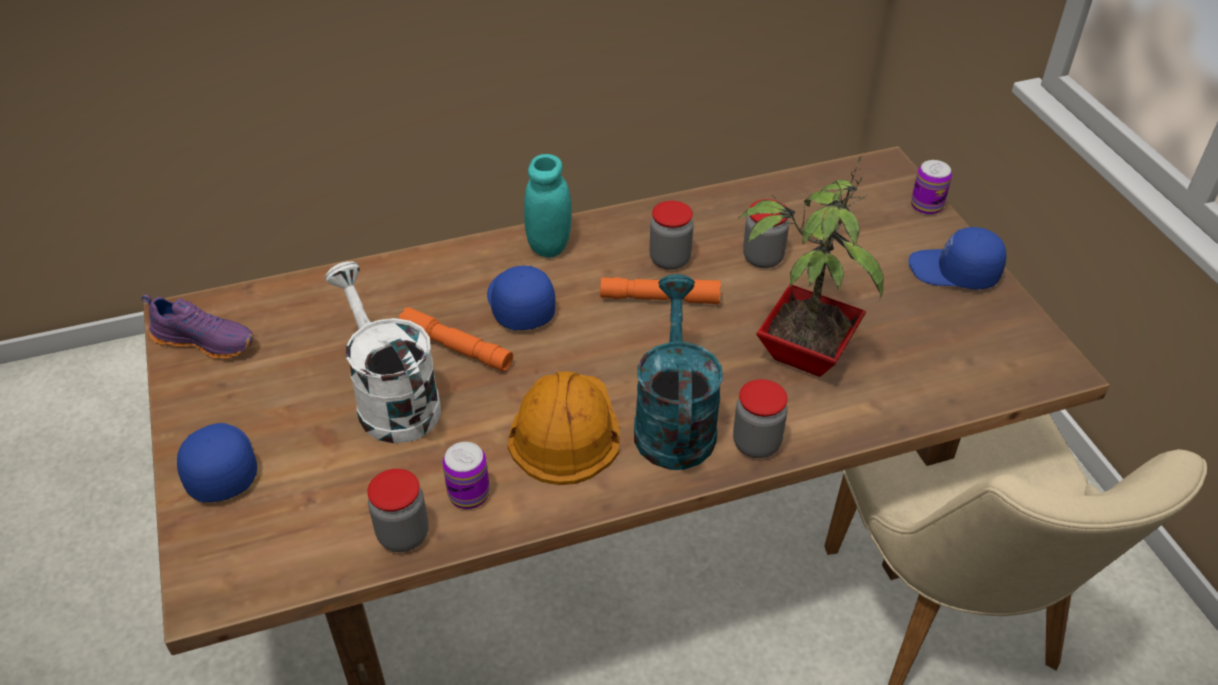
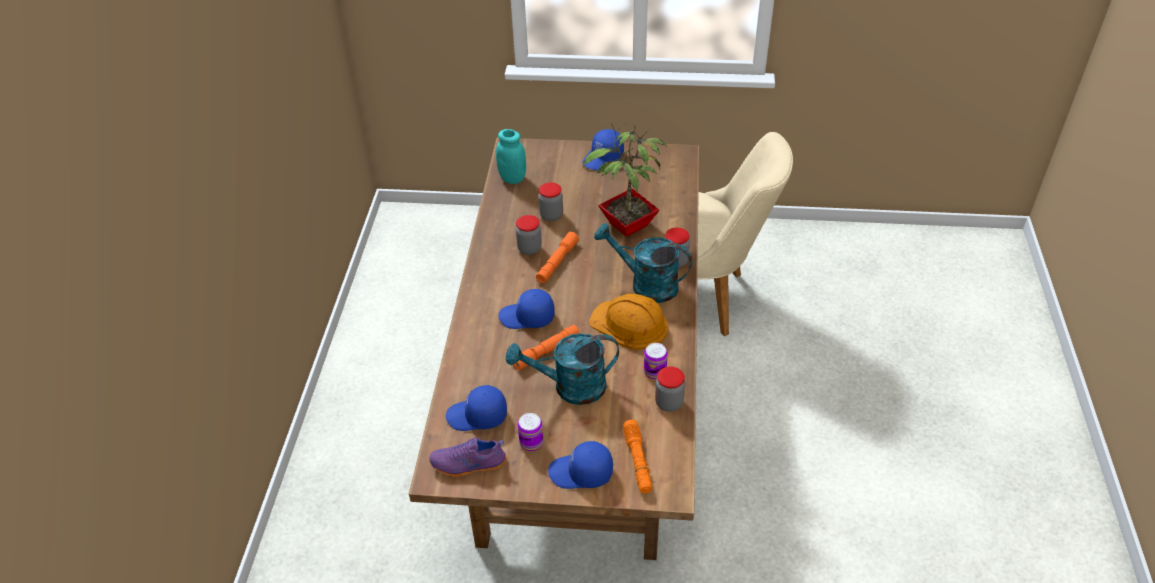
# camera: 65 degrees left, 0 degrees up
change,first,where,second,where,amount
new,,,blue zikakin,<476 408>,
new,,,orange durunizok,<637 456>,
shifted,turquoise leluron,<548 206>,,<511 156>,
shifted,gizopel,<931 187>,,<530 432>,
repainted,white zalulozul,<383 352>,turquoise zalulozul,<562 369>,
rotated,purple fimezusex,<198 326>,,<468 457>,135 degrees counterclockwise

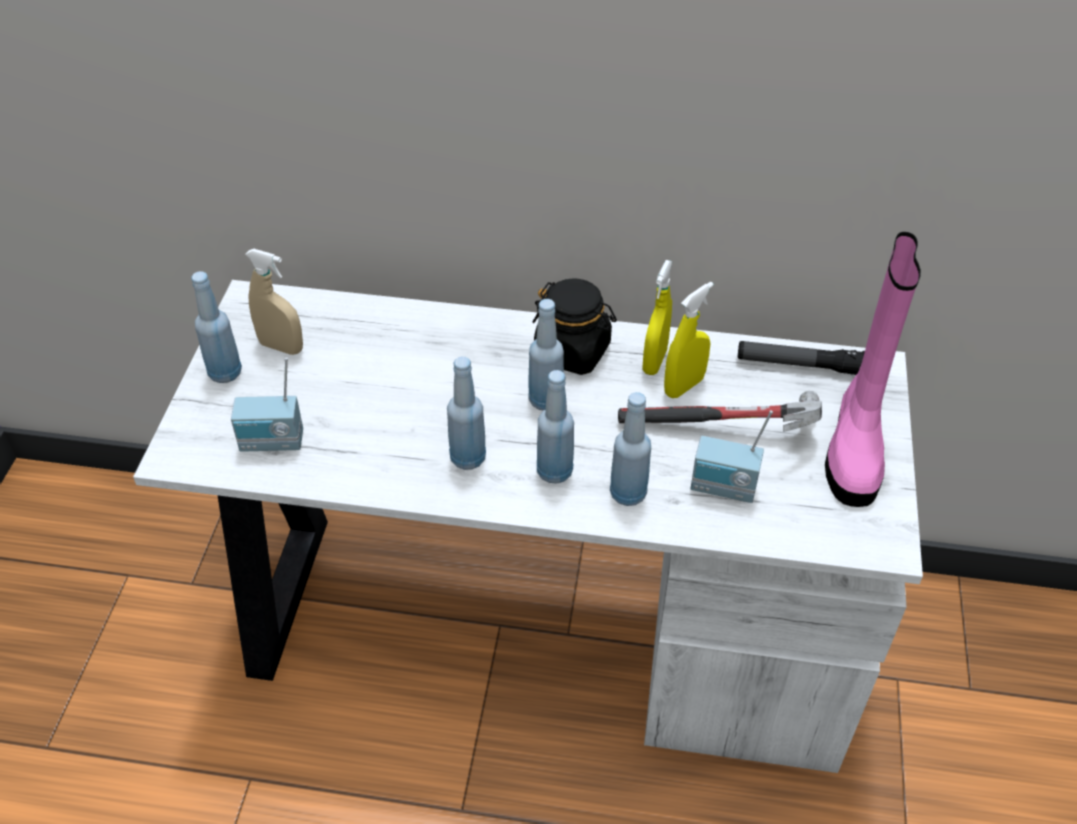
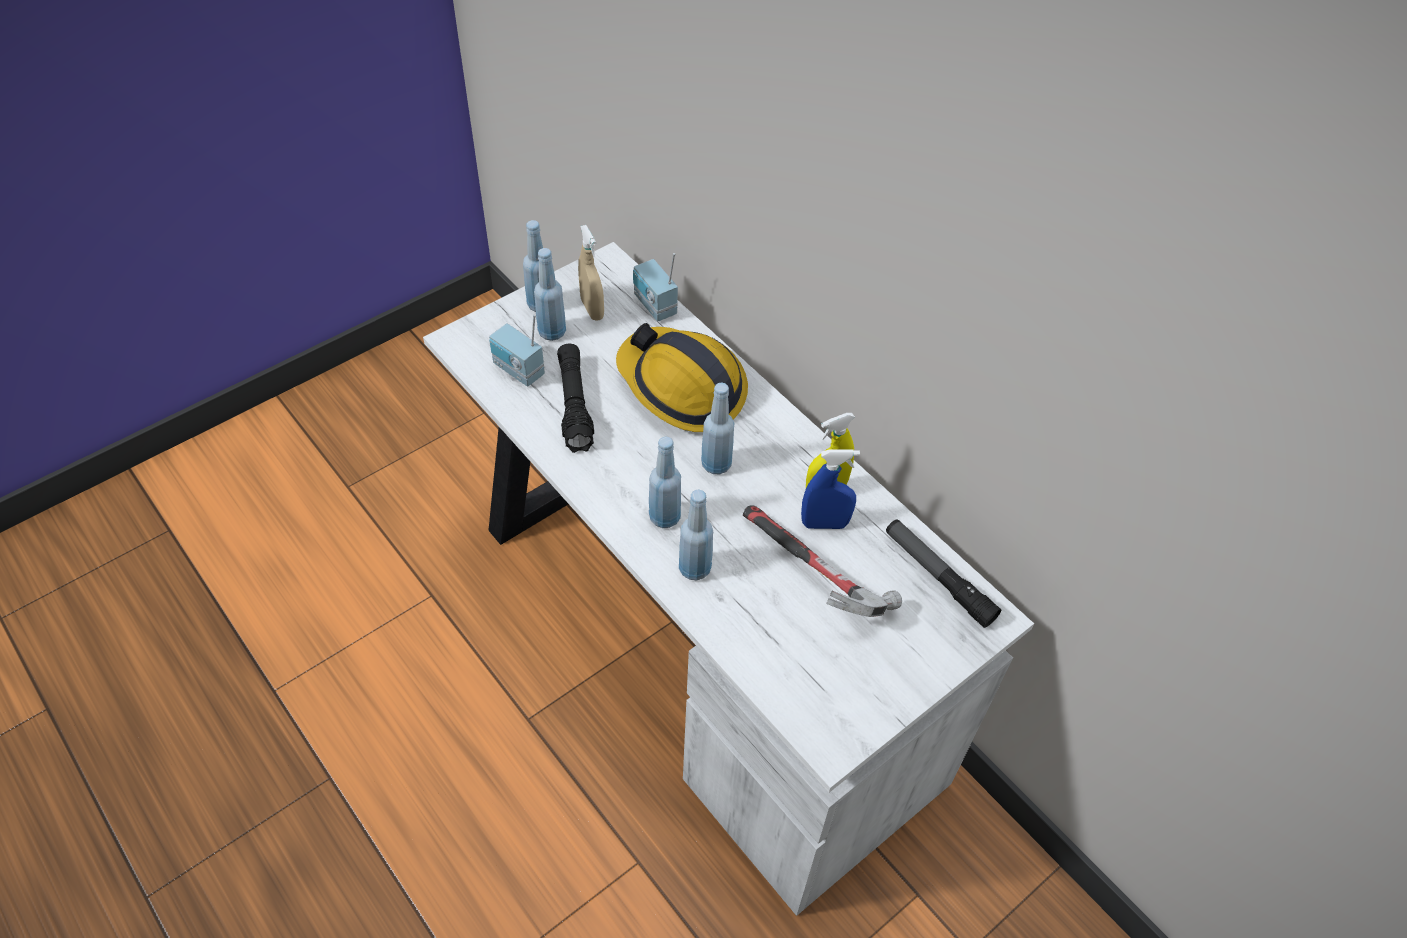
# camera: 40 degrees right, 5 degrees up
change,first,where,second,where,amount
gone,black leluron,<575 326>,,,
gone,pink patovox,<873 369>,,,
new,,,black durunizok,<575 398>,
new,,,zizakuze,<682 377>,
shifted,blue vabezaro,<466 413>,,<550 294>,
shifted,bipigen,<732 456>,,<655 287>,
repainted,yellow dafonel,<689 340>,blue dafonel,<830 489>,

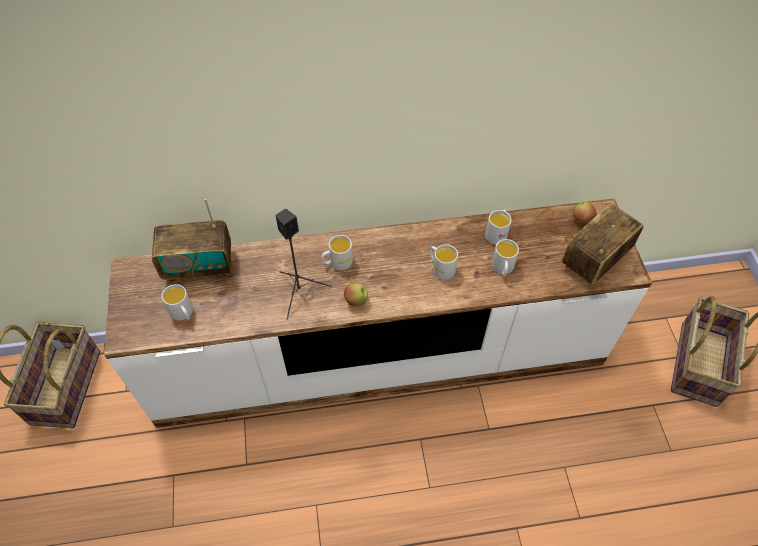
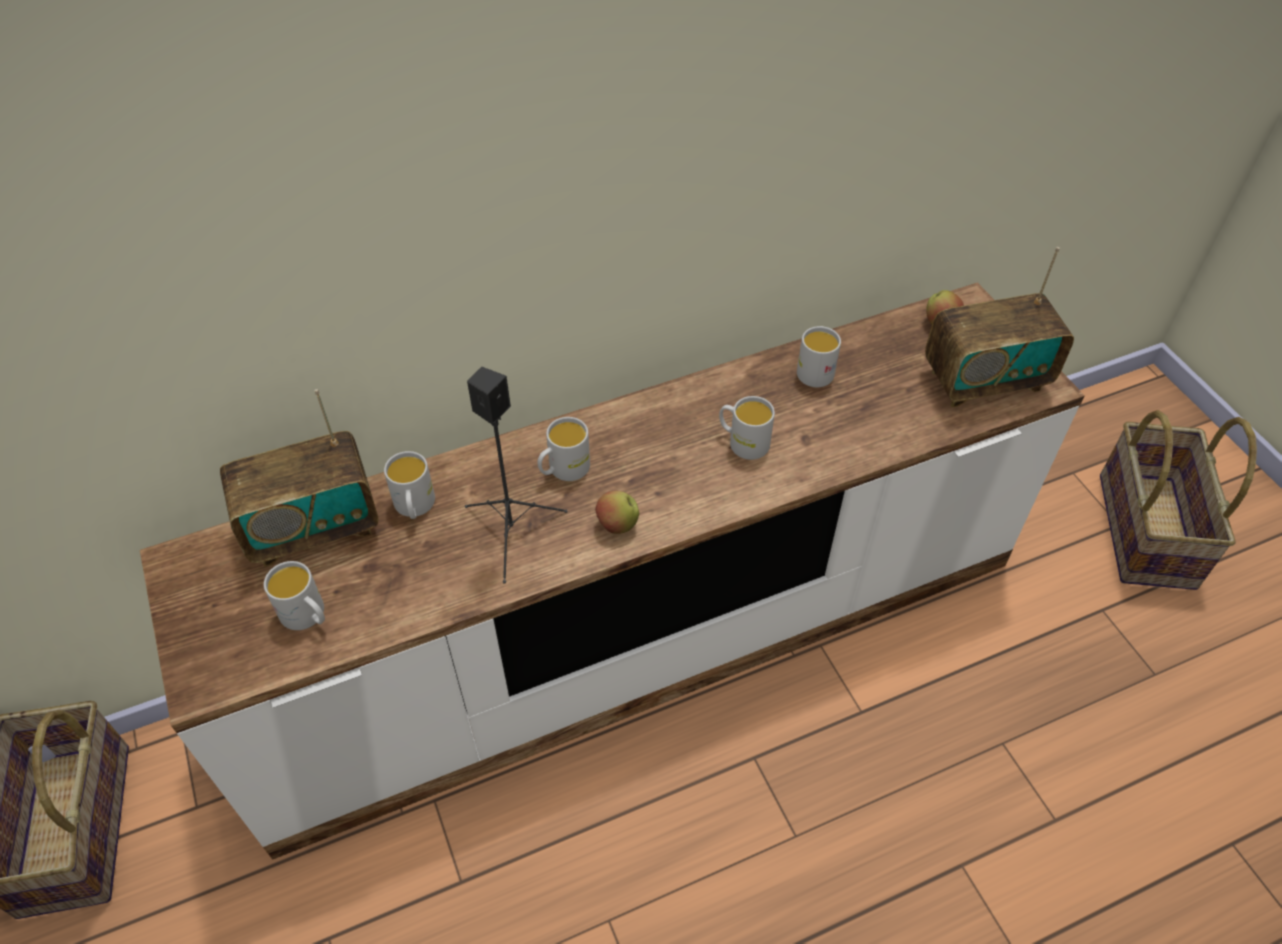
# camera: 15 degrees left, 5 degrees down
change,first,where,second,where,amount
shifted,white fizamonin,<505 257>,,<409 485>,
rotated,bipigen,<602 244>,,<999 327>,135 degrees counterclockwise

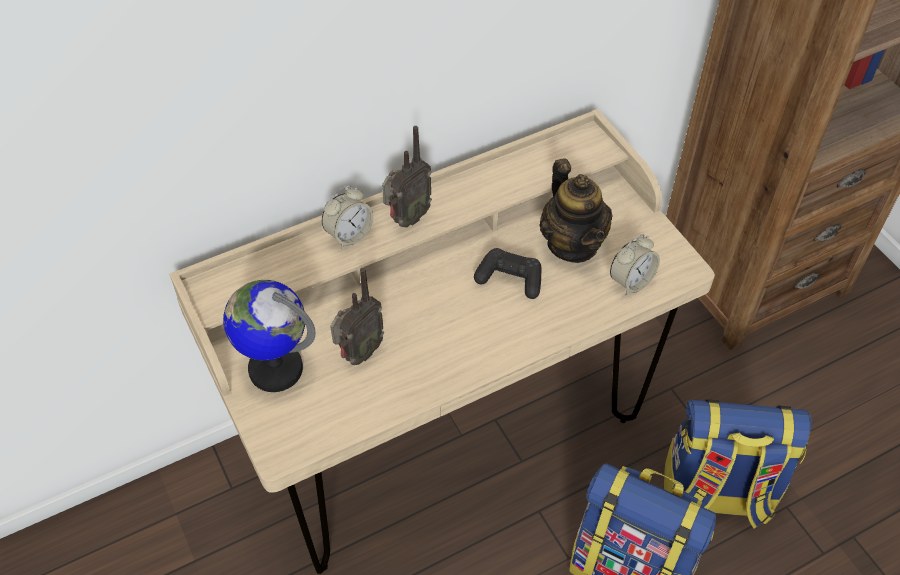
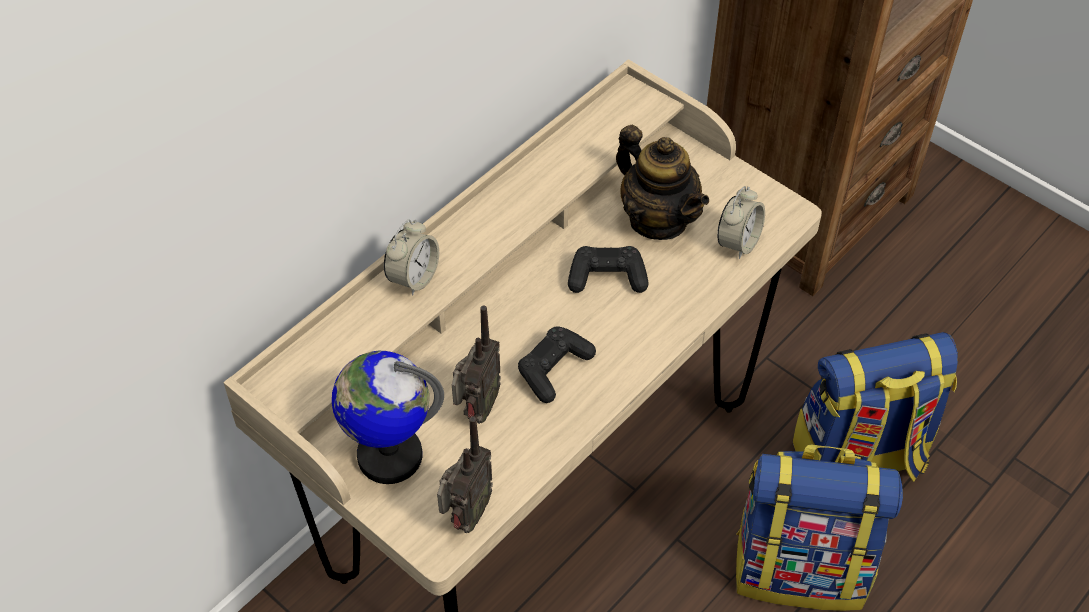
# camera: 20 degrees left, 0 degrees up
change,first,where,second,where,amount
new,,,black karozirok,<557 364>,
shifted,bipigen,<407 176>,,<465 474>,

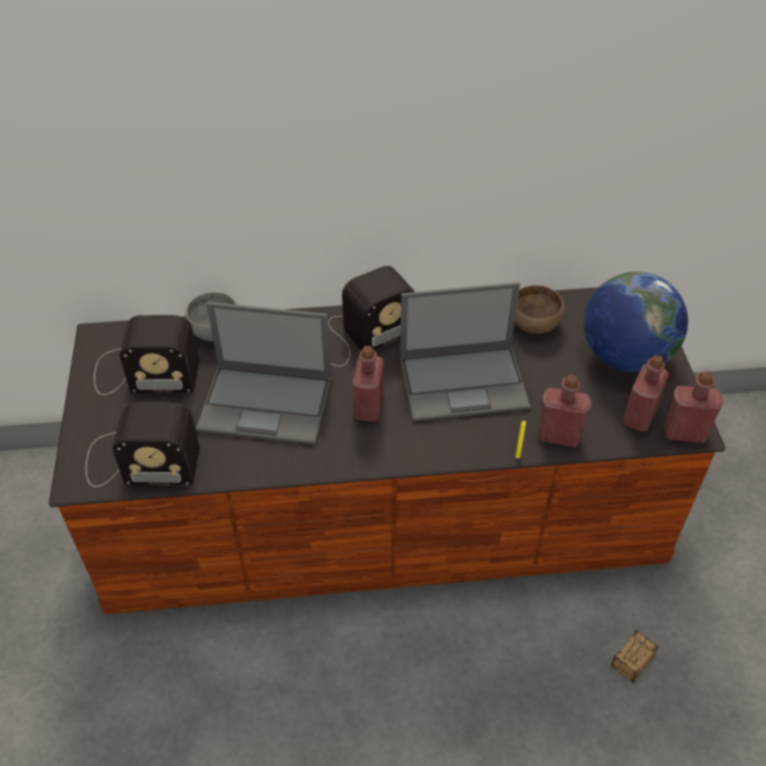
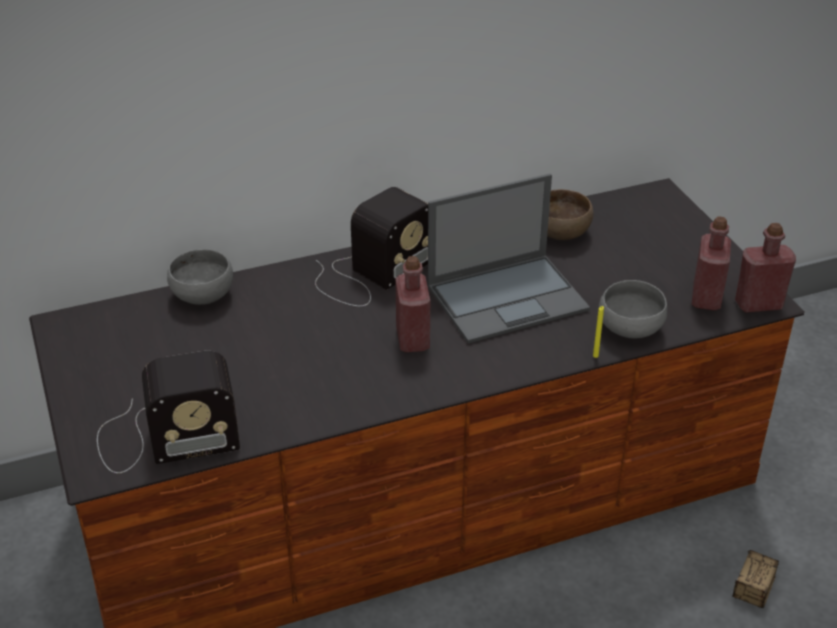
# camera: 15 degrees left, 10 degrees down
change,first,where,second,where,amount
gone,bipigen,<146 355>,,,
gone,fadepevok,<263 373>,,,
gone,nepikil,<636 322>,,,
swapped,red vabezaro,<564 411>,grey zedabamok,<633 309>,

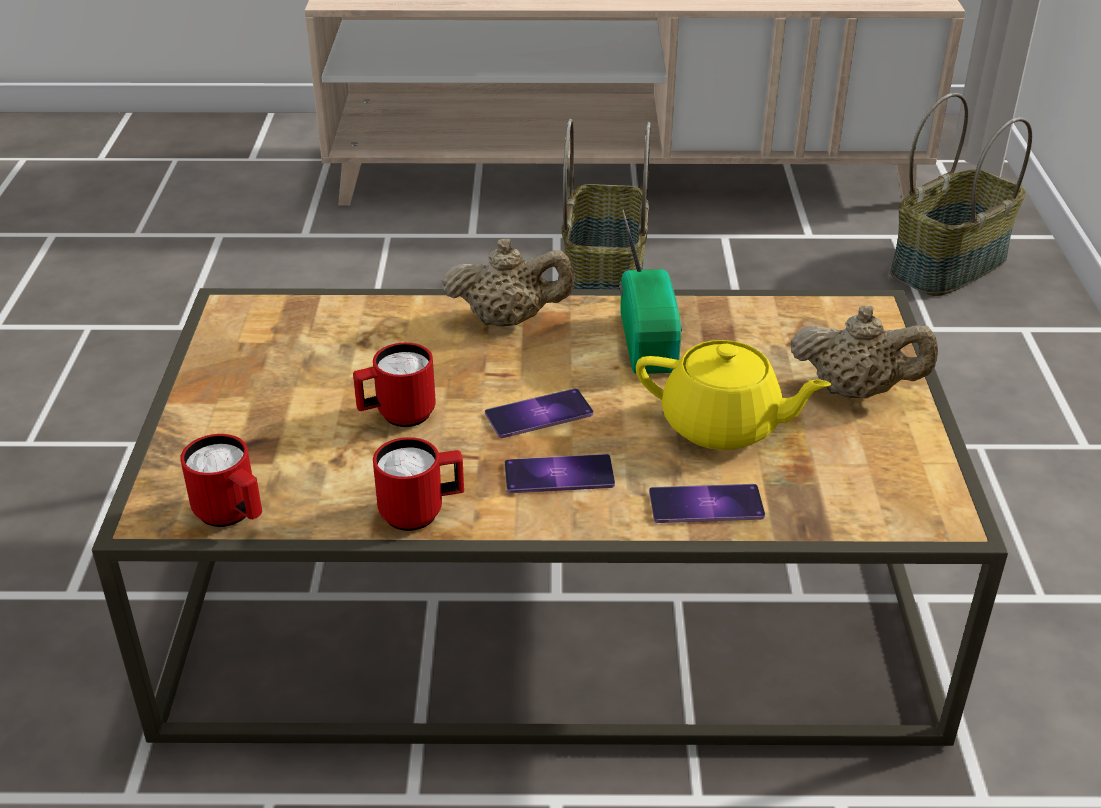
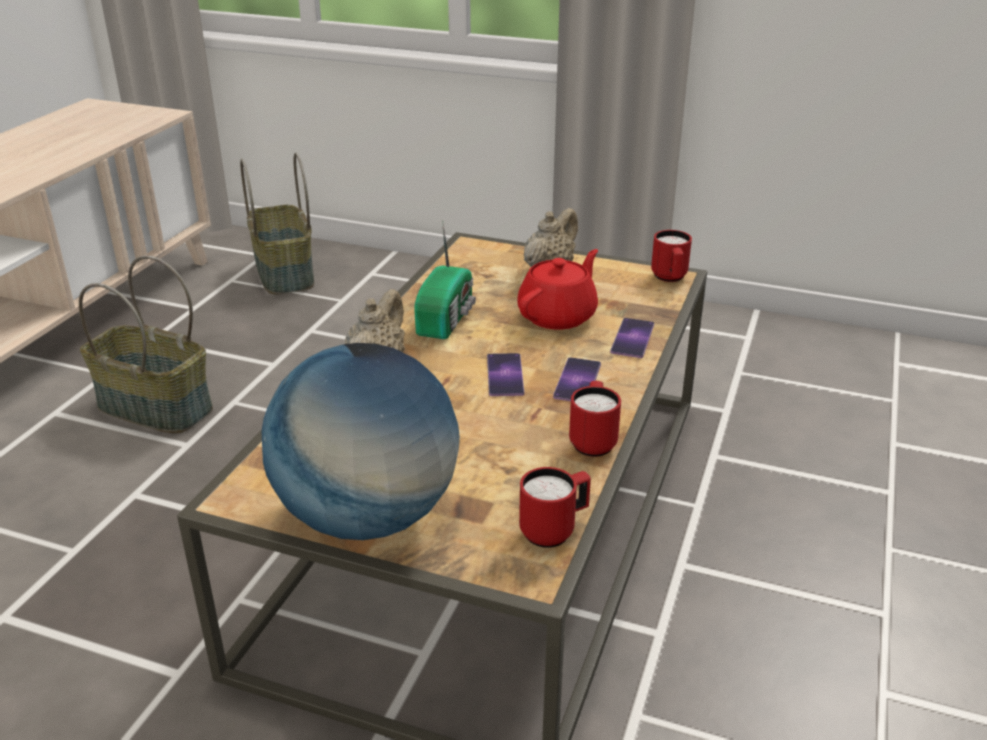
# camera: 70 degrees left, 5 degrees down
change,first,where,second,where,amount
new,,,nepikil,<361 441>,
shifted,red fizamonin,<394 385>,,<671 256>,
repainted,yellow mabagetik,<733 395>,red mabagetik,<557 289>,
rotated,bipigen,<650 291>,,<445 279>,90 degrees clockwise

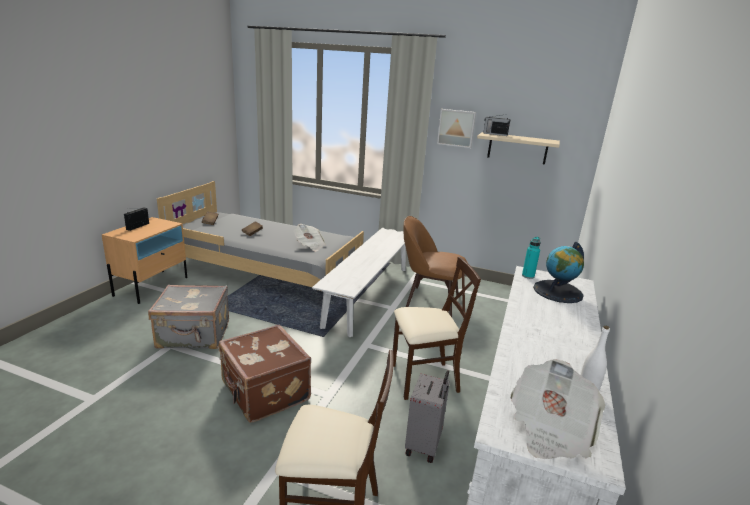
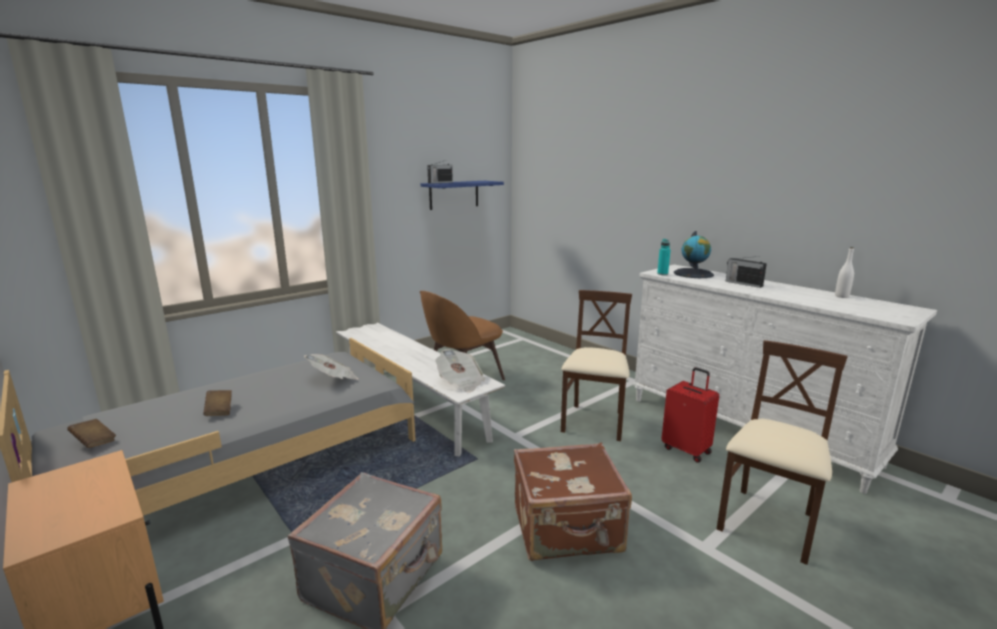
# camera: 60 degrees left, 5 degrees down
change,first,where,second,where,amount
gone,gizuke,<456 128>,,,
shifted,bipigen,<136 219>,,<746 272>,
shifted,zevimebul,<558 409>,,<460 371>,
repainted,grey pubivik,<427 416>,red pubivik,<690 415>,
repainted,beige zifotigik,<518 148>,blue zifotigik,<462 195>,

